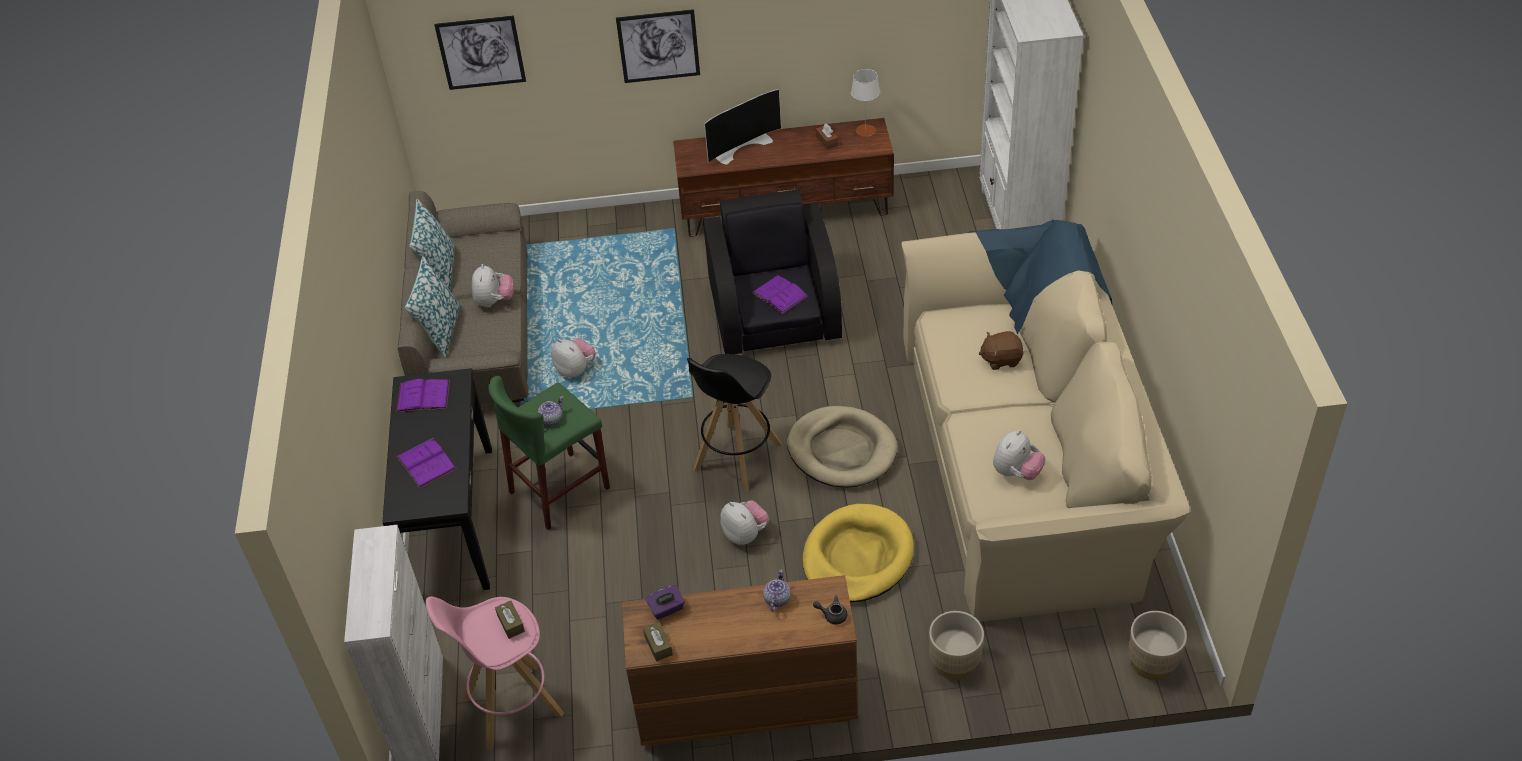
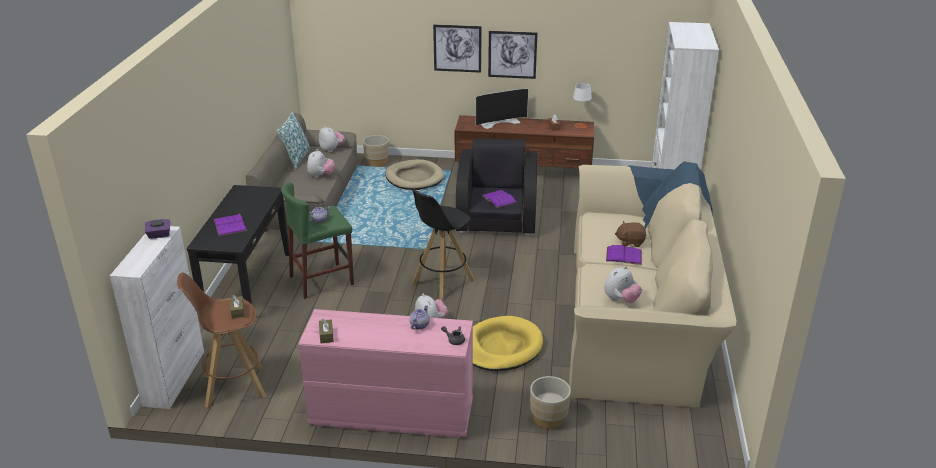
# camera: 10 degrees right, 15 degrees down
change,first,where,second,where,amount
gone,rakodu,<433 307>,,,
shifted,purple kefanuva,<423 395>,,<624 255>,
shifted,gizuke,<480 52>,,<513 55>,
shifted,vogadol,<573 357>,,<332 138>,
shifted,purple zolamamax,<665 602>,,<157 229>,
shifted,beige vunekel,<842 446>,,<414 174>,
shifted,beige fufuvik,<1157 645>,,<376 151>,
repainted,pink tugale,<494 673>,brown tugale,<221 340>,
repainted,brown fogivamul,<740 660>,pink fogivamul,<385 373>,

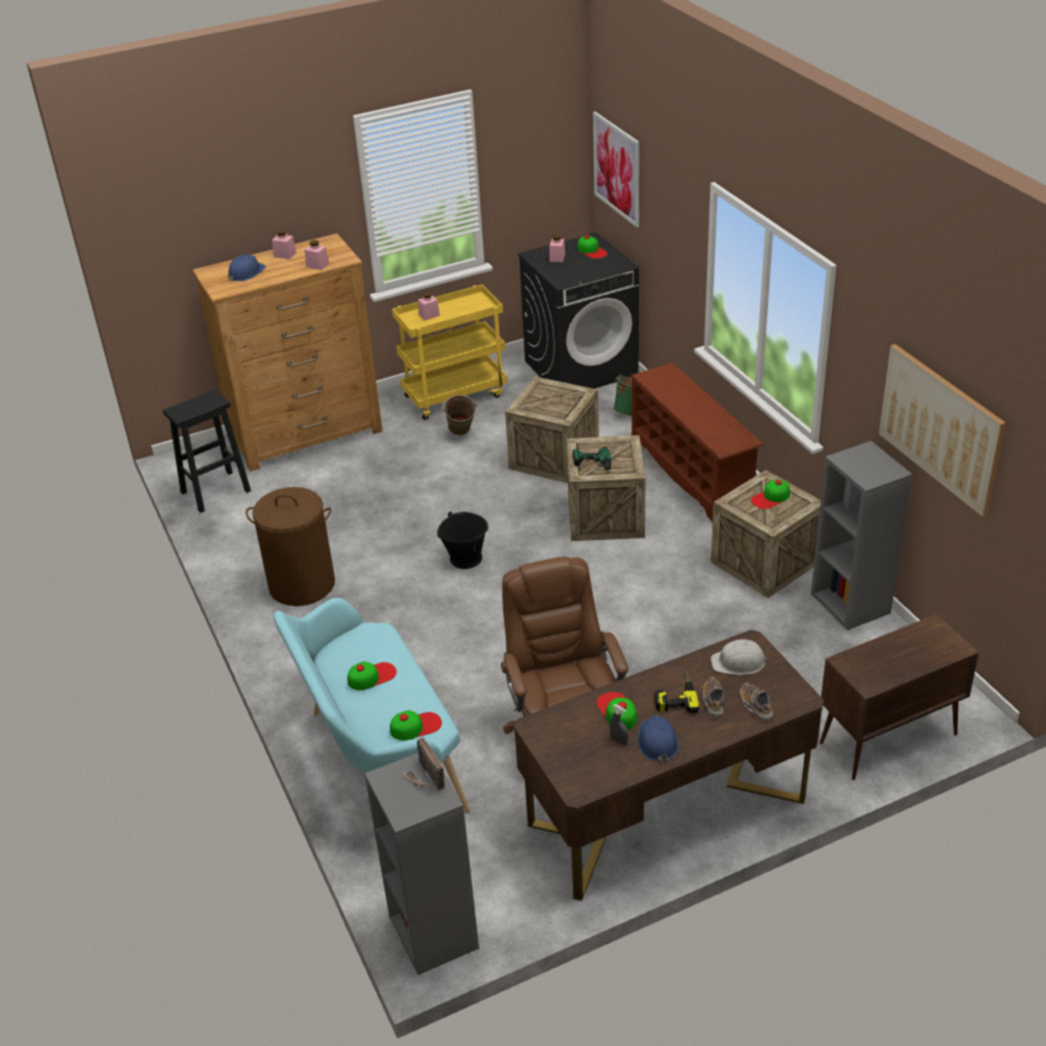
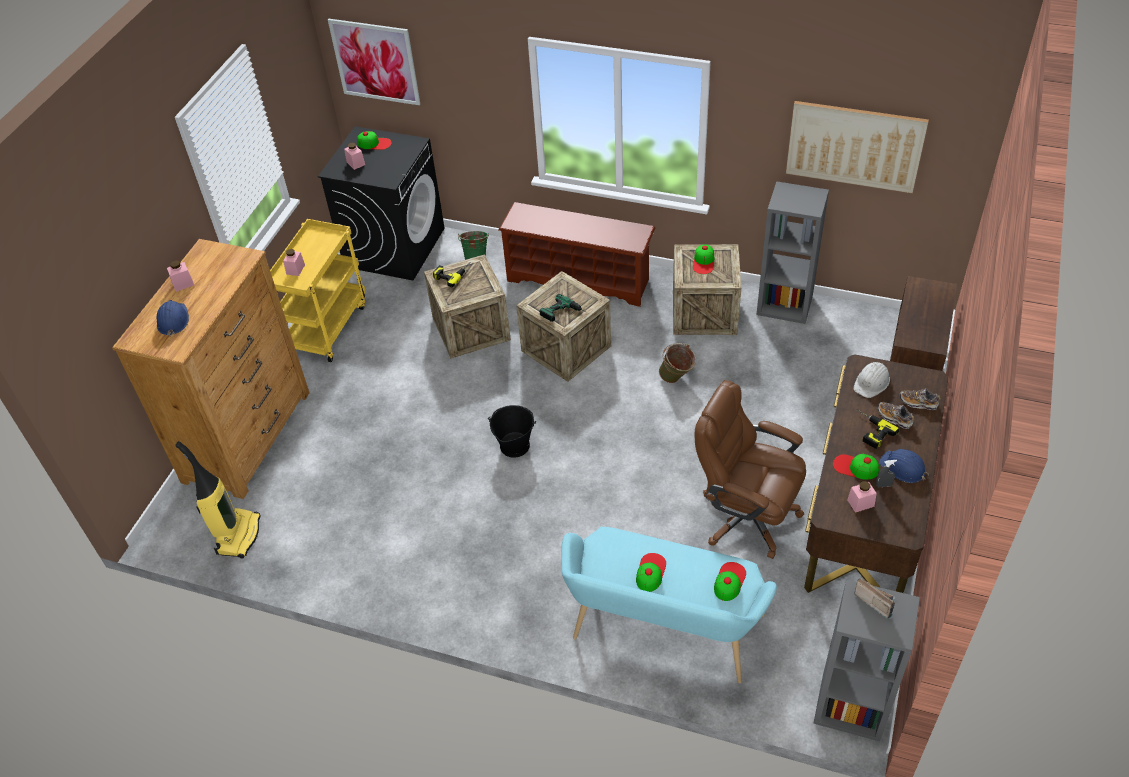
# camera: 45 degrees left, 10 degrees up
change,first,where,second,where,amount
gone,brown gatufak,<290 546>,,,
new,,,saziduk,<452 274>,
shifted,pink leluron,<316 255>,,<862 497>,
shifted,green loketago,<459 415>,,<677 363>,
swapped,black tugale,<207 451>,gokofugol,<218 499>,
rotated,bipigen,<424 764>,,<875 599>,150 degrees counterclockwise

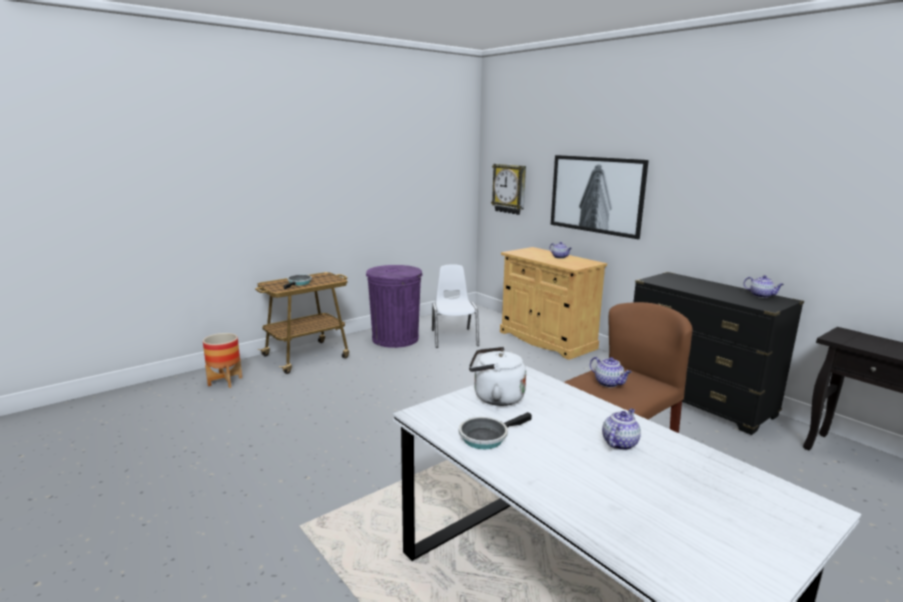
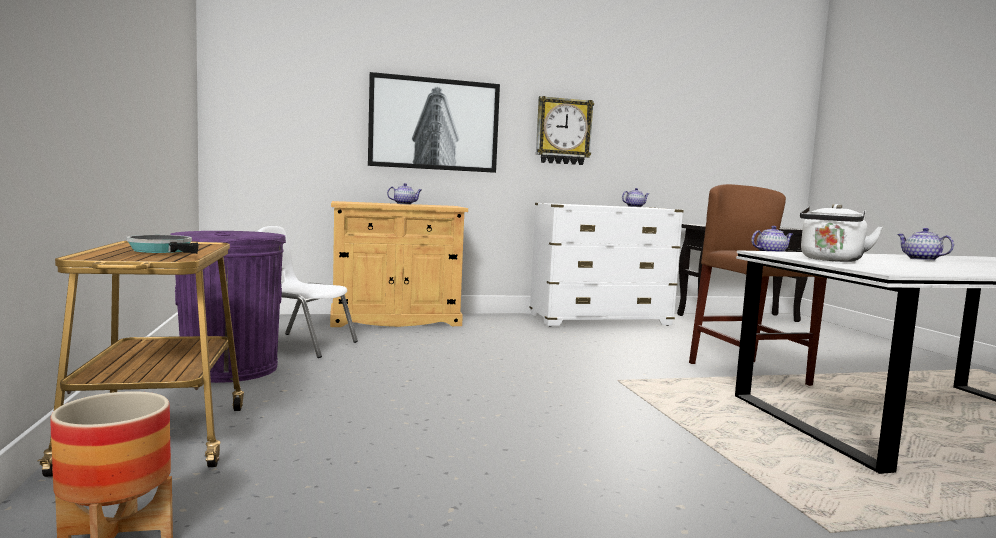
# camera: 65 degrees left, 10 degrees down
change,first,where,second,where,amount
gone,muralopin,<495 430>,,,
shifted,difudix,<508 189>,,<565 130>,
repainted,black fogivamul,<719 353>,white fogivamul,<607 265>,

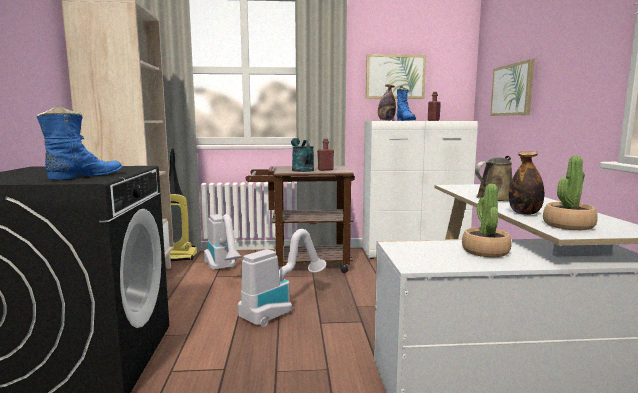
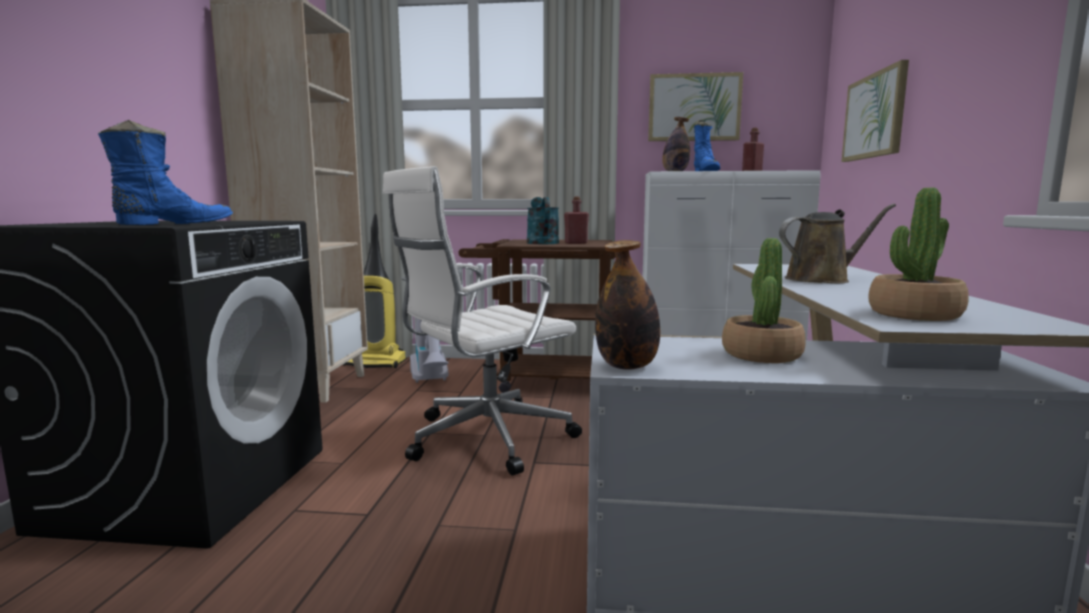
# camera: 10 degrees right, 0 degrees up
change,first,where,second,where,amount
shifted,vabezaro,<526 183>,,<627 305>,
swapped,gokofugol,<282 278>,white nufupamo,<482 321>,

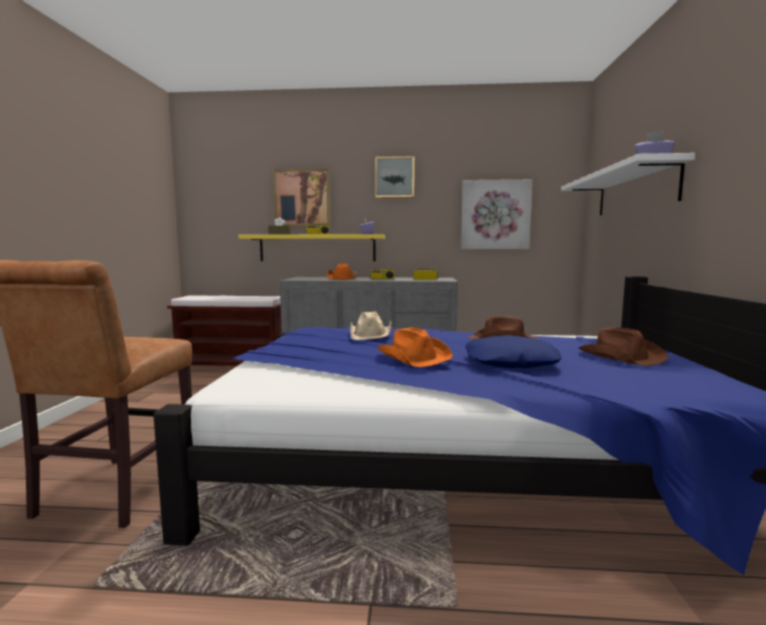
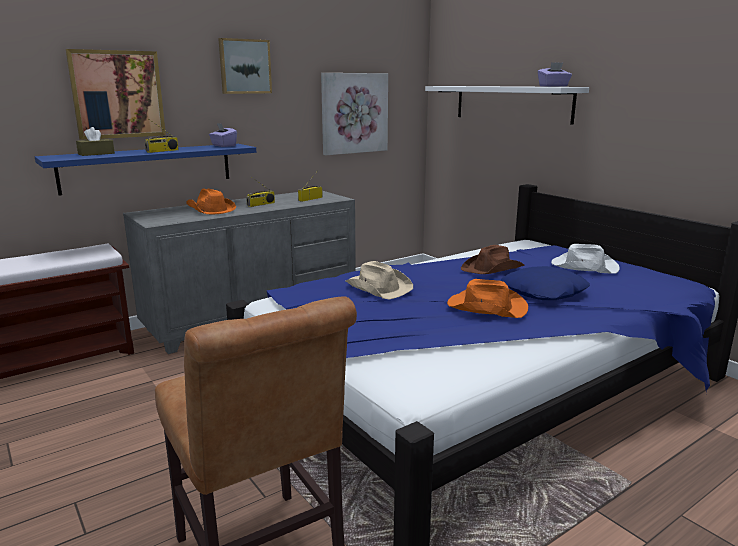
# camera: 40 degrees left, 10 degrees up
change,first,where,second,where,amount
repainted,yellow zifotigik,<312 247>,blue zifotigik,<145 170>,
repainted,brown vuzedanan,<623 346>,white vuzedanan,<585 259>,

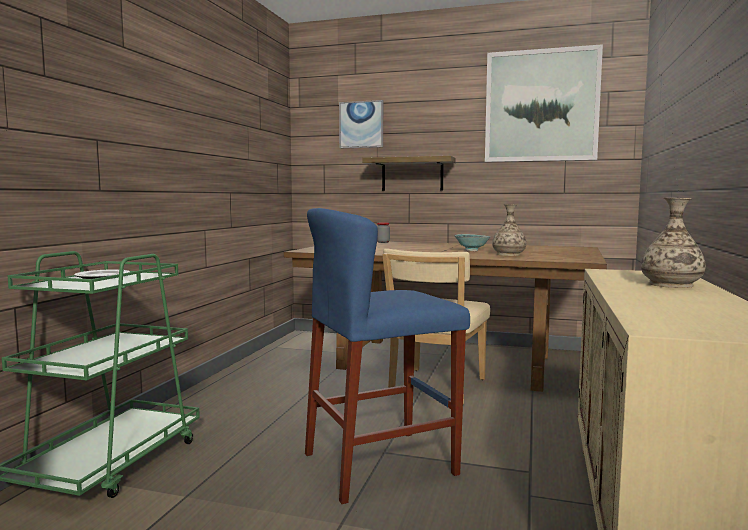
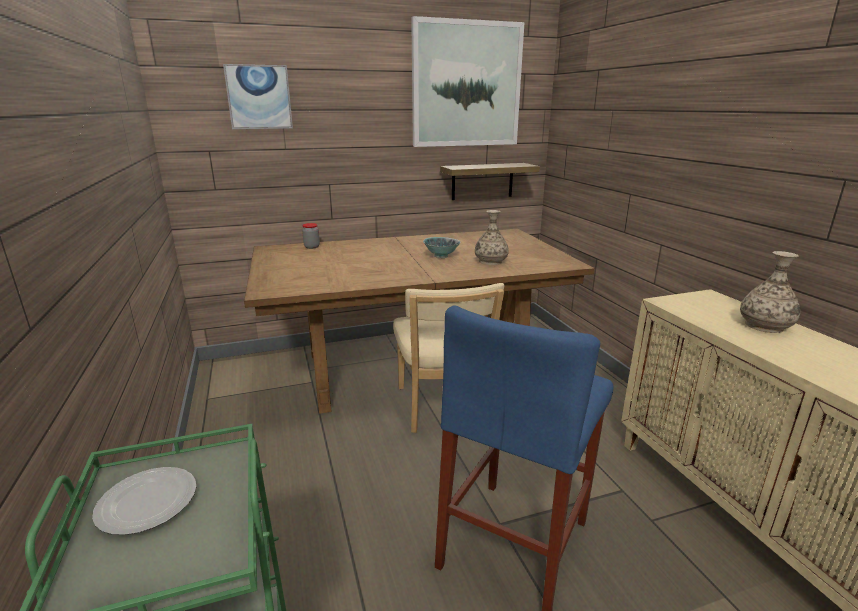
# camera: 35 degrees left, 15 degrees up
change,first,where,second,where,amount
shifted,zifotigik,<409 173>,,<490 181>,

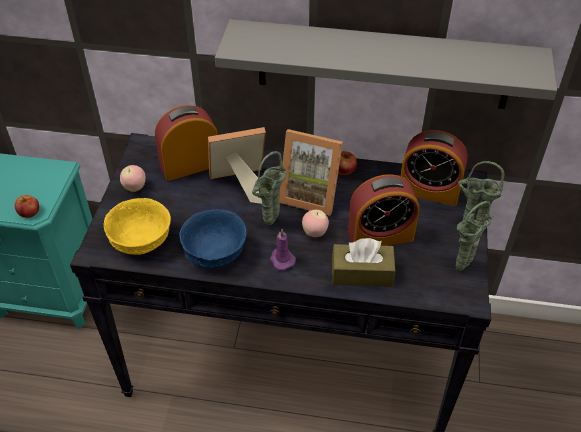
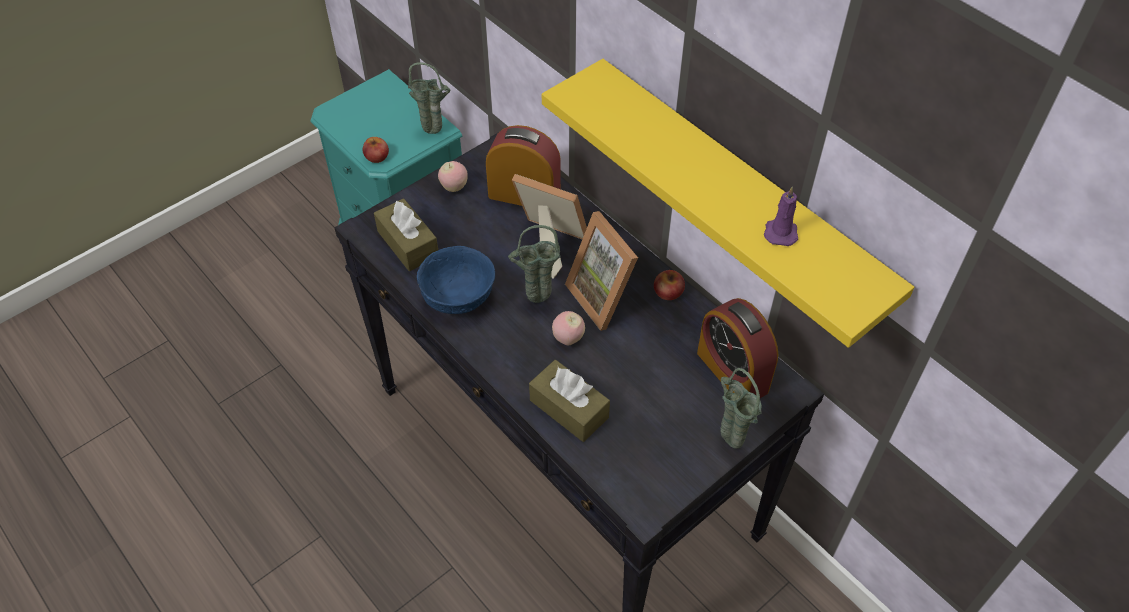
# camera: 40 degrees right, 5 degrees up
change,first,where,second,where,amount
gone,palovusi,<383 210>,,,
shifted,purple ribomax,<283 249>,,<781 216>,
shifted,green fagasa,<474 236>,,<429 98>,
swapped,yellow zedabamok,<137 226>,brown zolamamax,<406 234>,
repainted,grey zifotigik,<386 64>,yellow zifotigik,<728 203>,

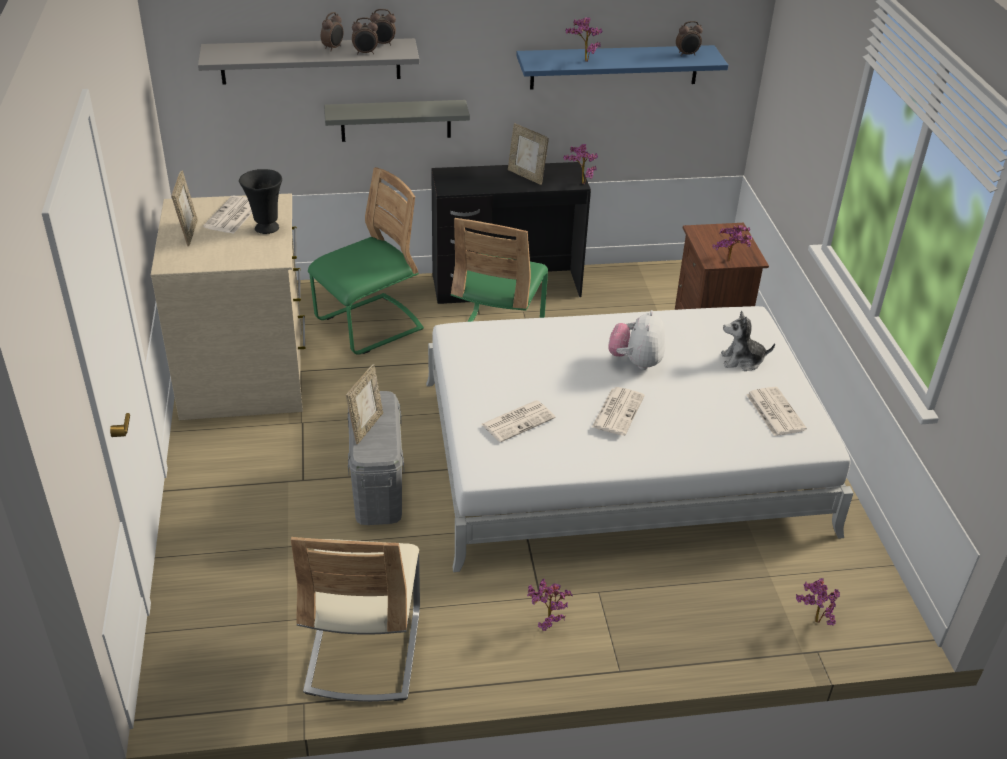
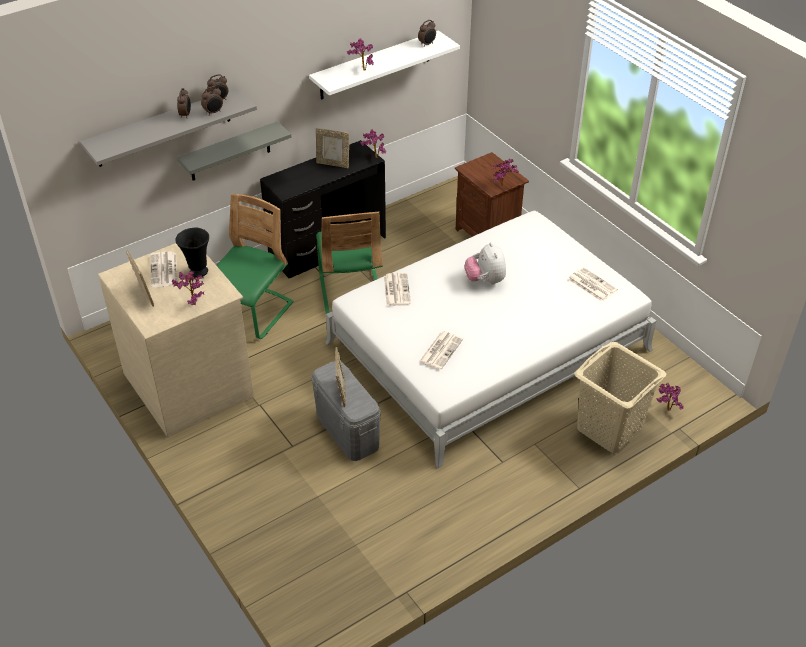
# camera: 25 degrees left, 5 degrees up
change,first,where,second,where,amount
gone,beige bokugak,<355 619>,,,
gone,vogadol,<748 341>,,,
new,,,beige gatufak,<620 397>,
shifted,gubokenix,<550 605>,,<188 288>,
shifted,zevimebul,<618 411>,,<397 289>,
repainted,blue zifotigik,<622 67>,white zifotigik,<384 65>,

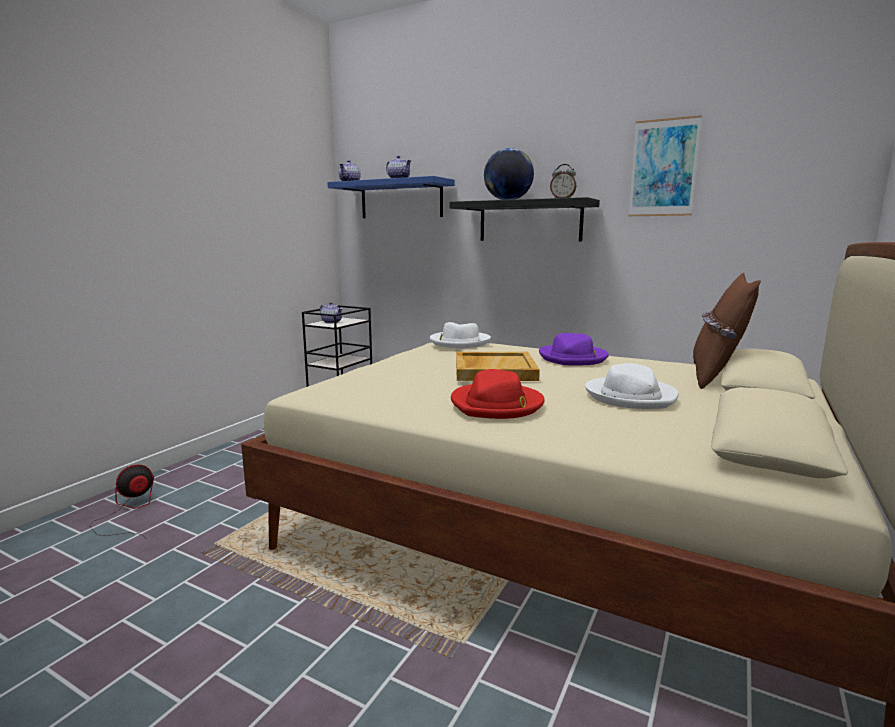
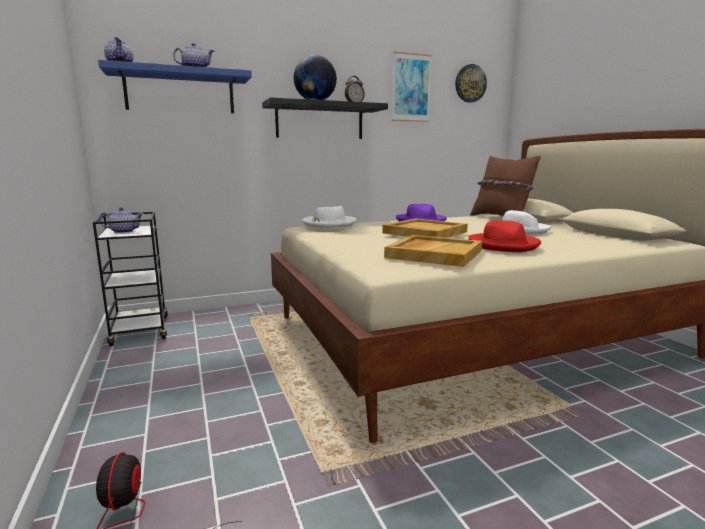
# camera: 50 degrees left, 0 degrees up
change,first,where,second,where,amount
new,,,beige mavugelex,<433 251>,
new,,,difudix,<471 83>,

